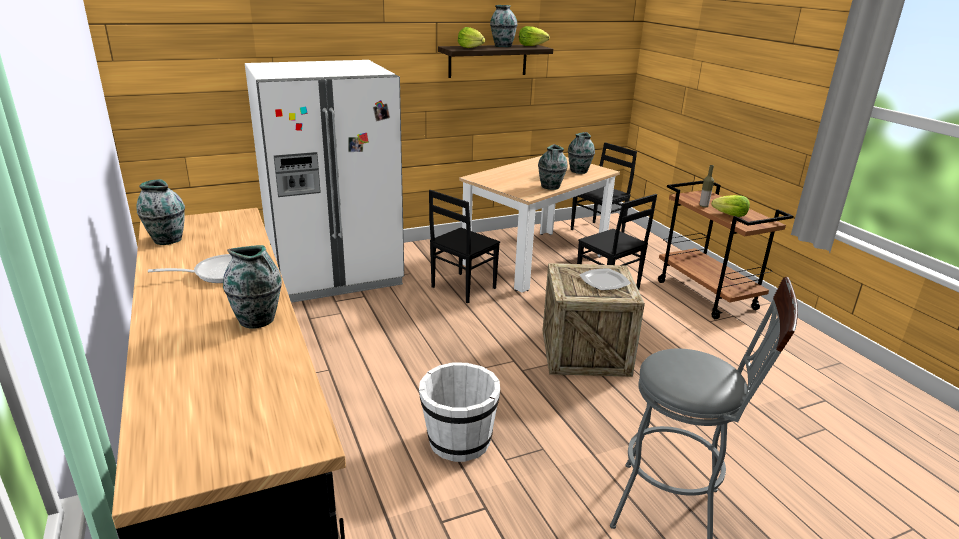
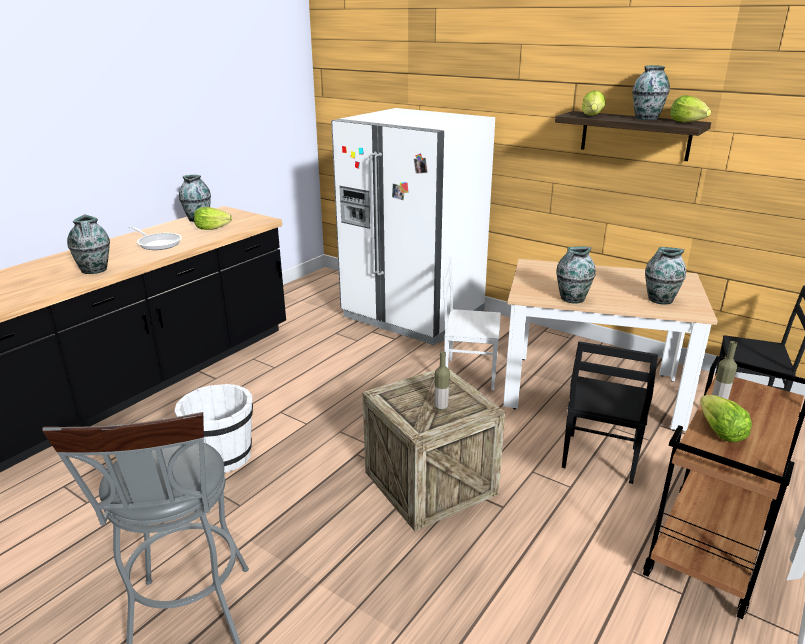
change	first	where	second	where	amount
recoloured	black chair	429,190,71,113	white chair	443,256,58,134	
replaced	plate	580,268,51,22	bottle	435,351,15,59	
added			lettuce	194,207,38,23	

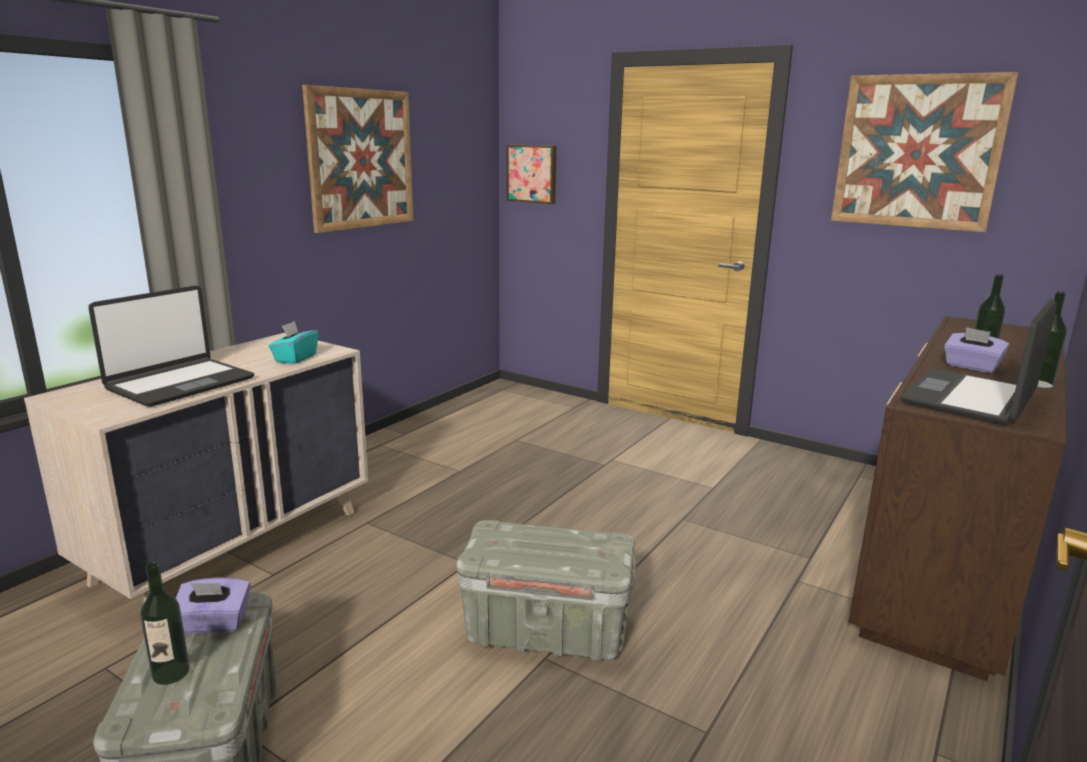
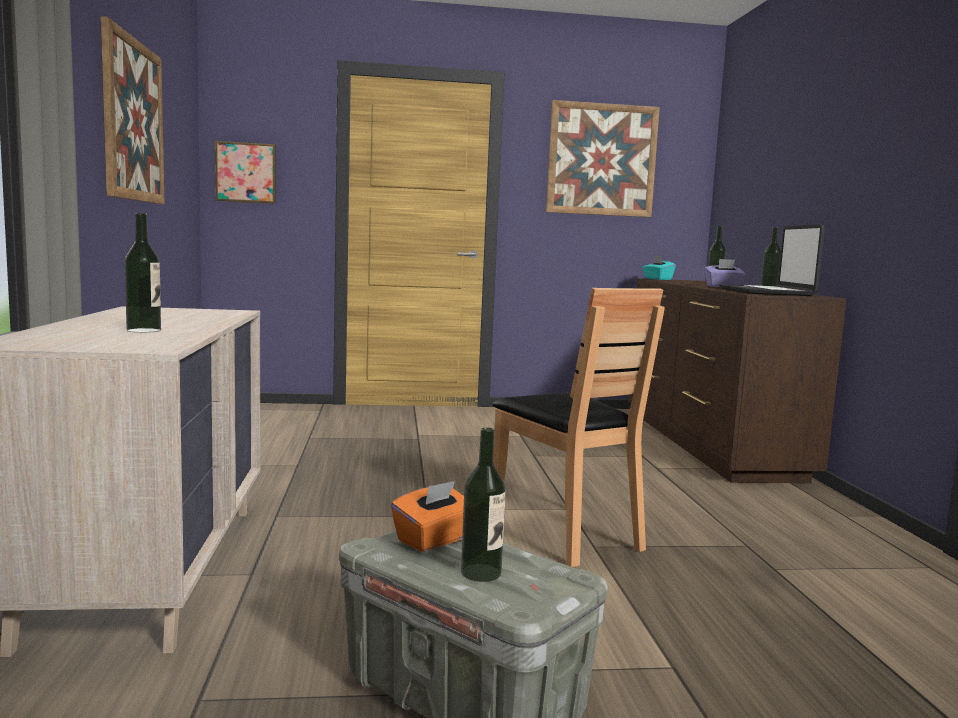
change	first	where	second	where	amount
replaced	laptop	88,285,166,122	bottle	125,213,36,120	
moved	turquoise tissue box	269,321,49,43		642,255,34,25	
replaced	grey storage box	456,520,180,142	brown chair	492,288,173,279	
recoloured	purple tissue box	176,578,74,56	orange tissue box	391,480,73,72	

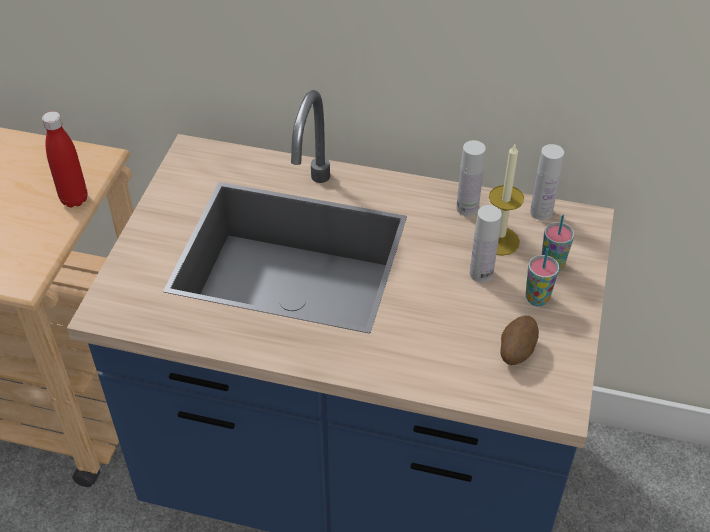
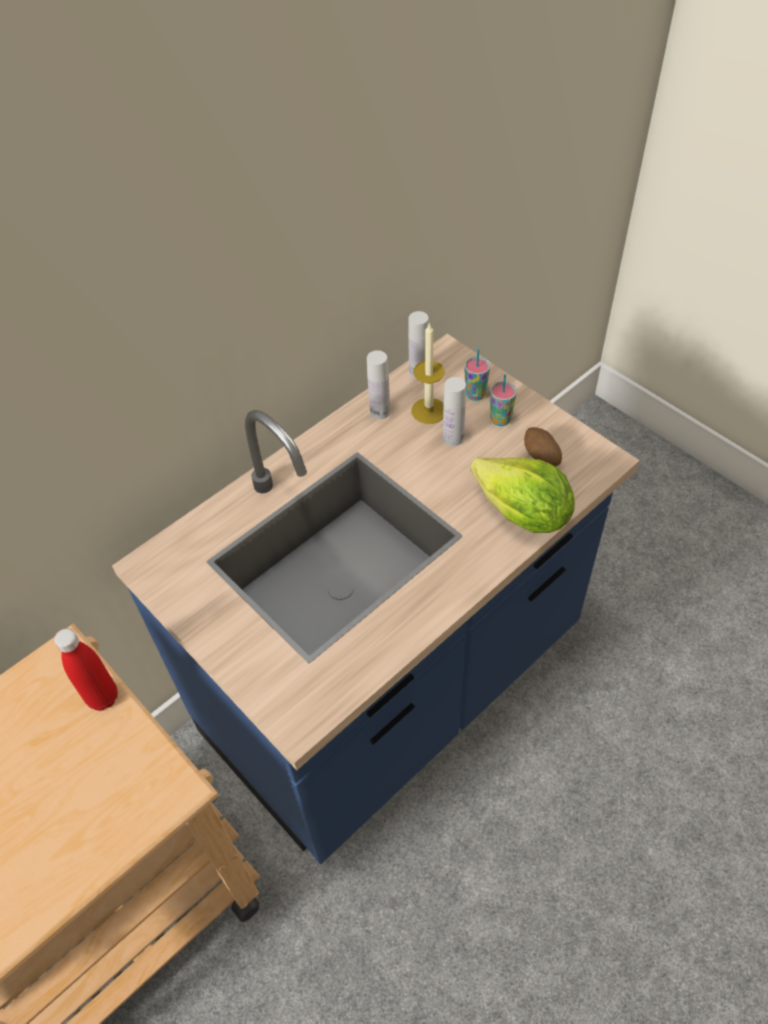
change	first	where	second	where	amount
added			lettuce	470,458,105,75	

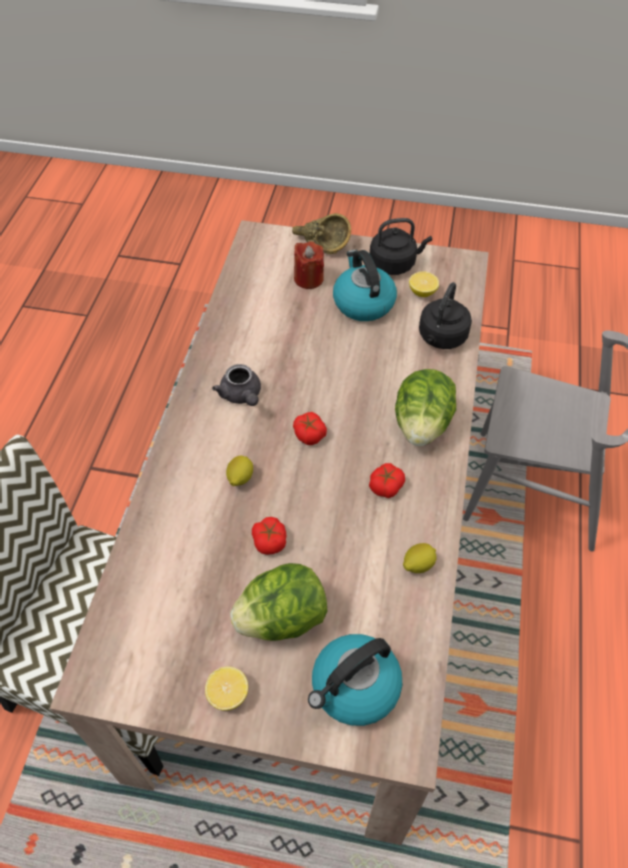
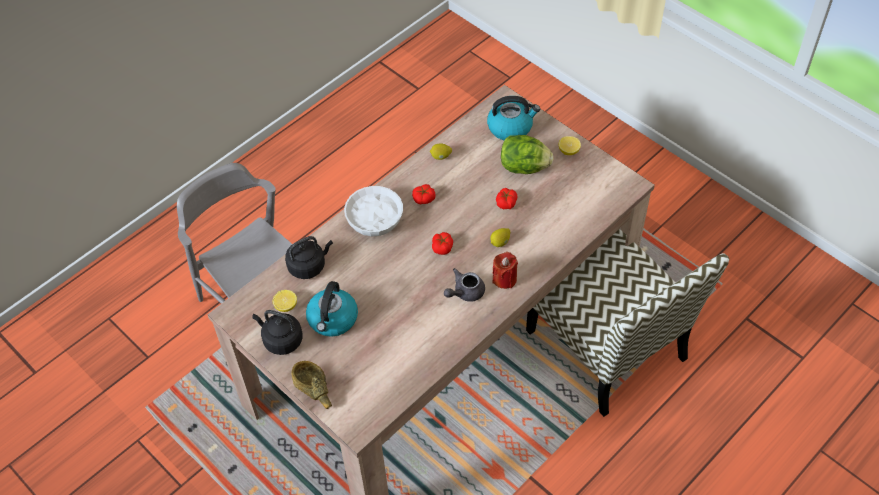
change	first	where	second	where	amount
moved	red candle	294,241,30,48		492,252,26,37	
turned	grey teapot	212,364,49,42		444,268,41,34	135 degrees counterclockwise
replaced	lettuce	395,369,61,77	white bowl	344,186,59,50	

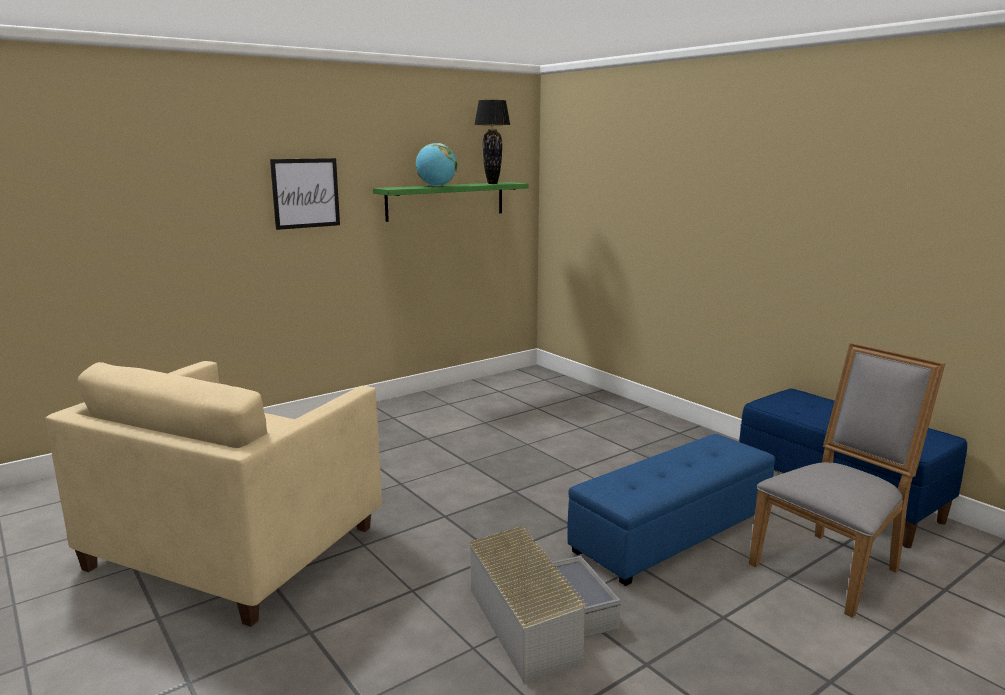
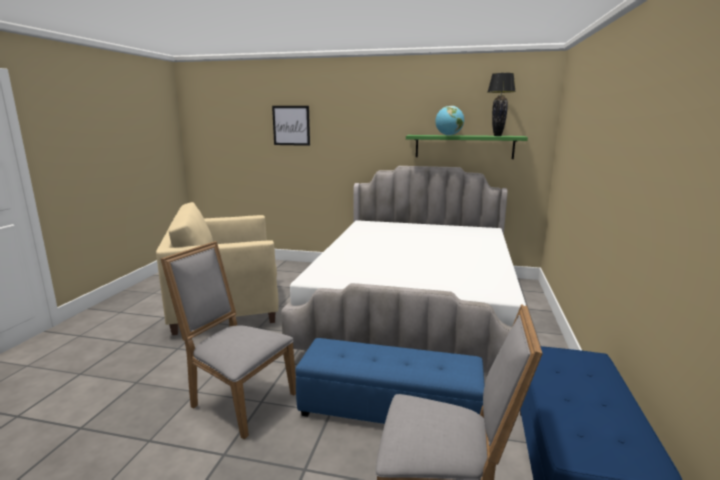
change	first	where	second	where	amount
moved	picture	270,158,70,72		272,106,38,40	
replaced	grey storage box	469,526,152,156	grey chair	161,241,135,198	
added			bed	281,166,245,207	

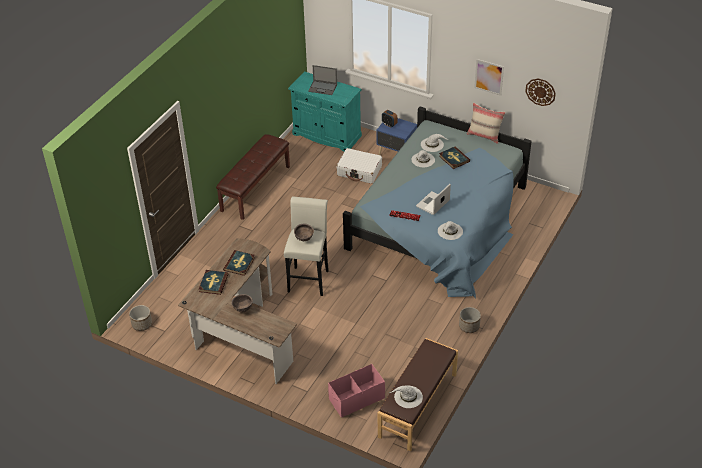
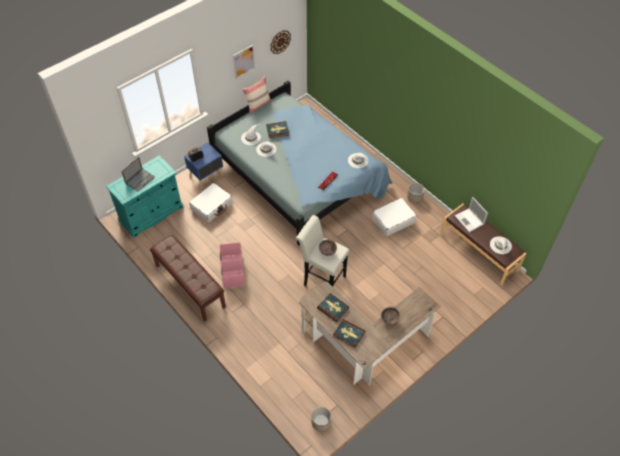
change	first	where	second	where	amount
moved	laptop	416,184,35,31		455,197,33,35	
moved	pink storage box	328,364,57,54		220,242,25,46	
added			white suitcase	372,198,44,38	

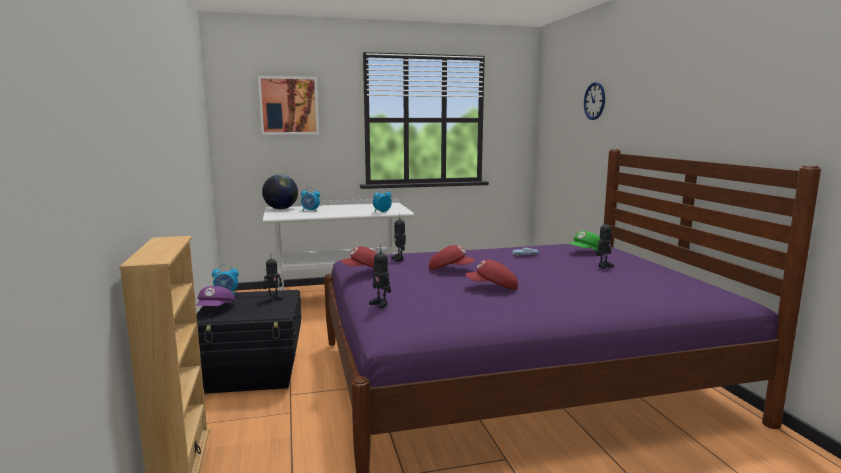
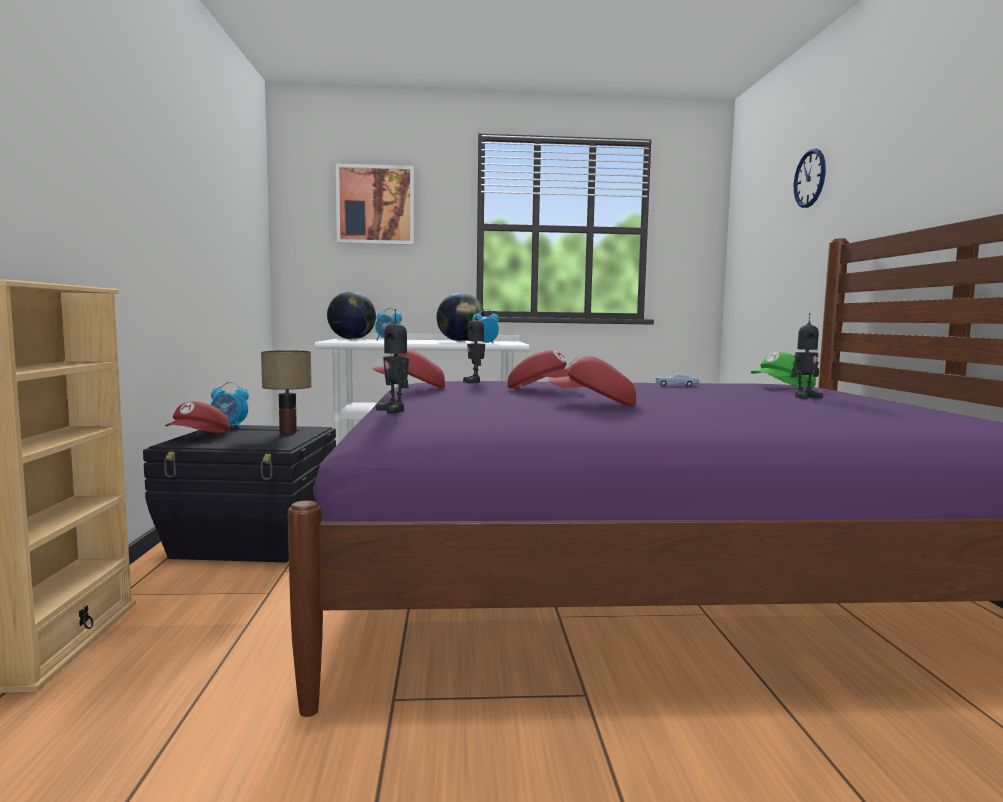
change	first	where	second	where	amount
replaced	toy robot	263,253,20,49	table lamp	261,350,51,84	
recoloured	purple cap	196,286,39,20	red cap	165,402,65,31	
added			globe	437,293,48,49	

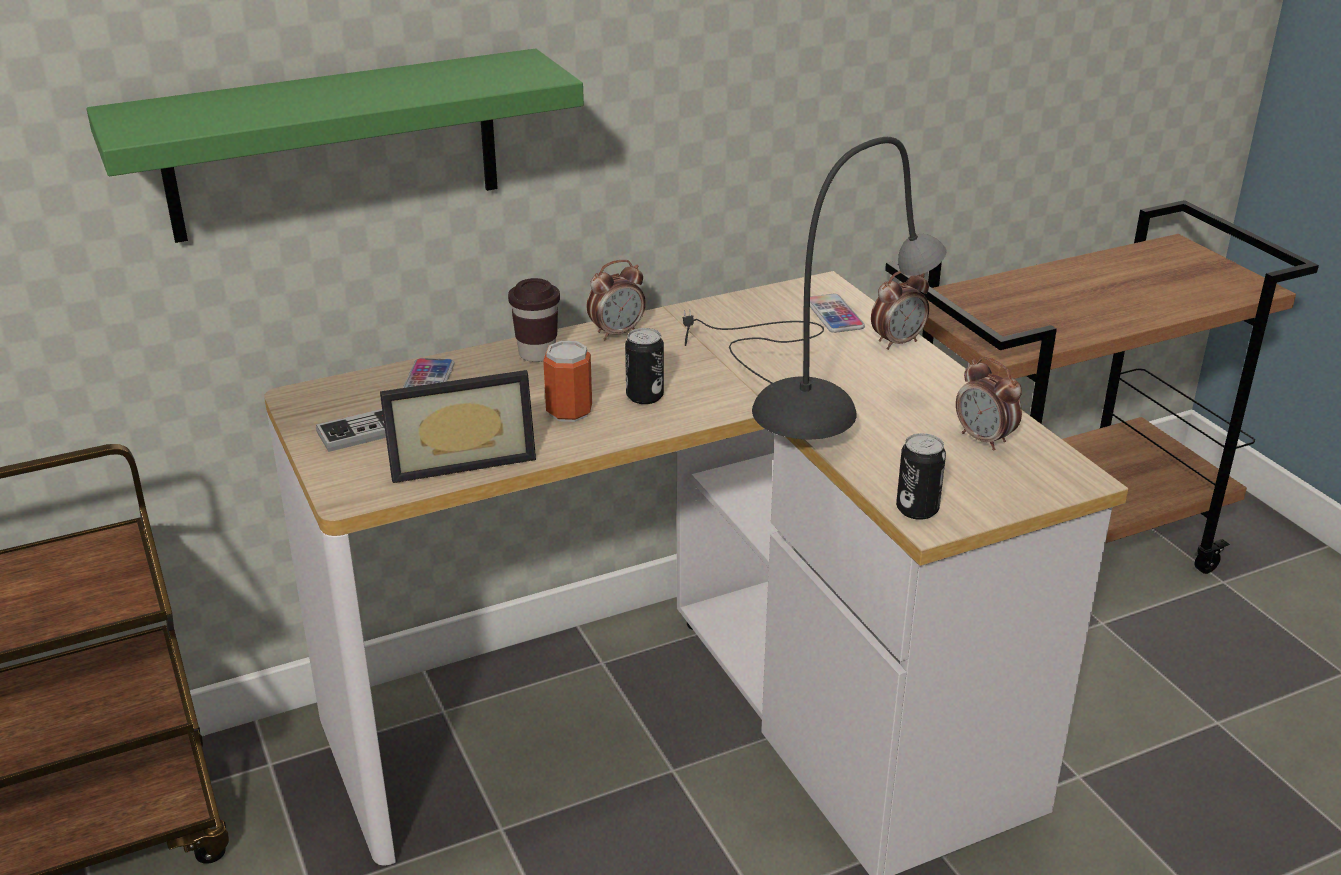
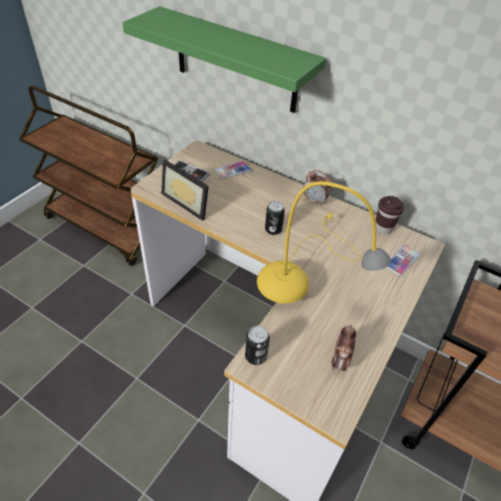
change	first	where	second	where	amount
recoloured	grey table lamp	682,137,265,302	yellow table lamp	257,181,134,123	
removed	alarm clock	871,271,58,79			
moved	brown cup	508,278,52,84		376,196,29,39	
removed	can	543,341,49,81			

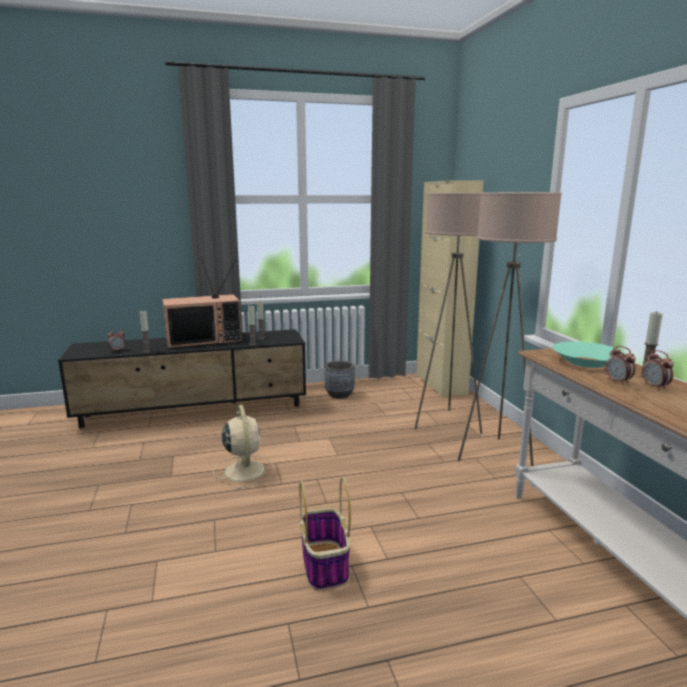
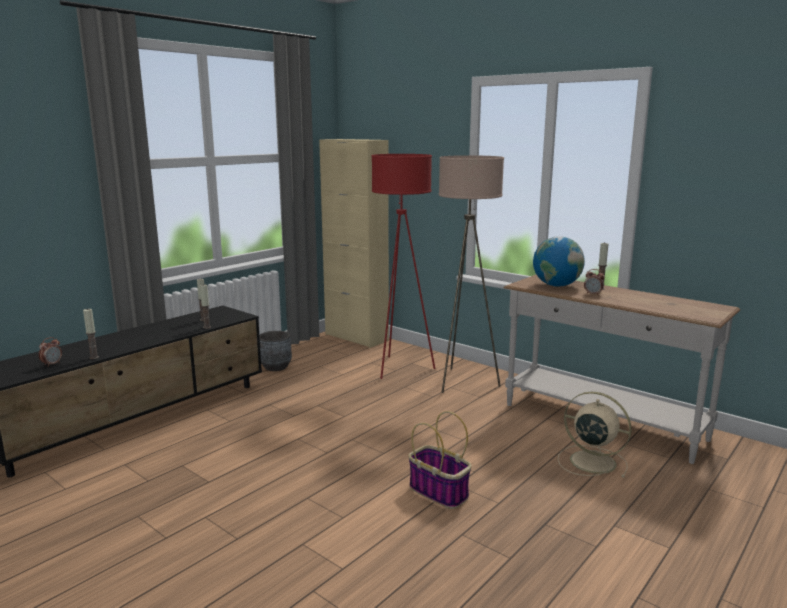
change	first	where	second	where	amount
recoloured	beige floor lamp	414,193,68,241	red floor lamp	372,154,63,225	
removed	television	162,256,80,93			
replaced	turquoise bowl	552,341,73,27	globe	533,236,52,51	
removed	alarm clock	642,350,32,41			
moved	beige fan	213,405,62,84		558,392,74,86	

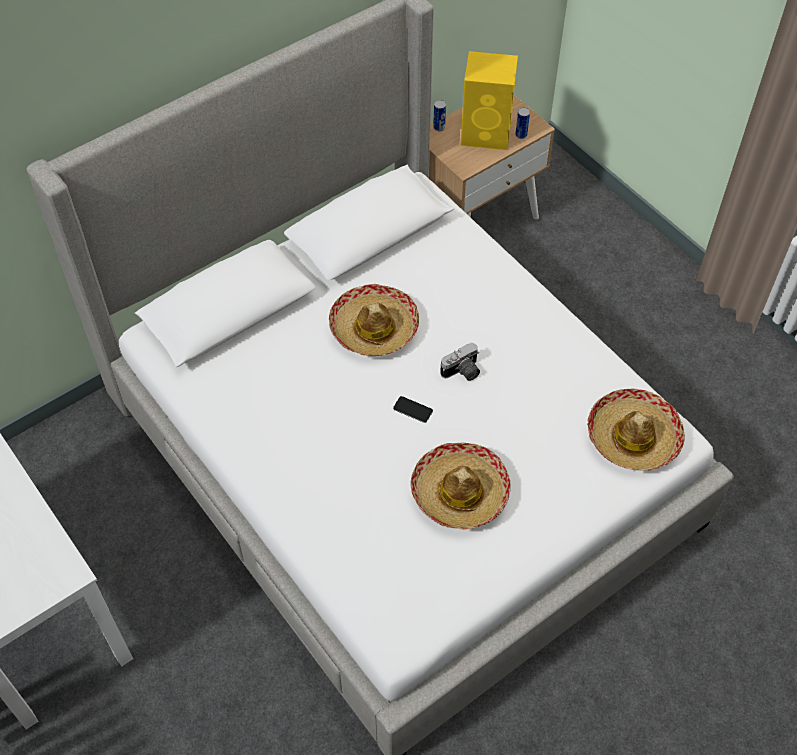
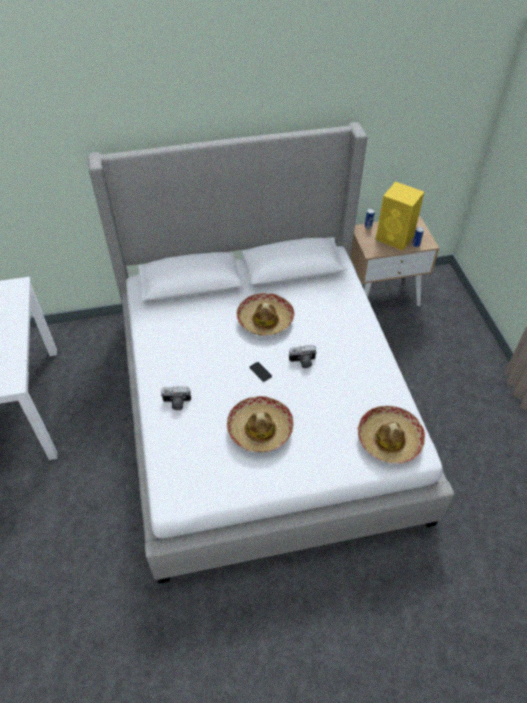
change	first	where	second	where	amount
added			photo camera	161,386,30,24	

